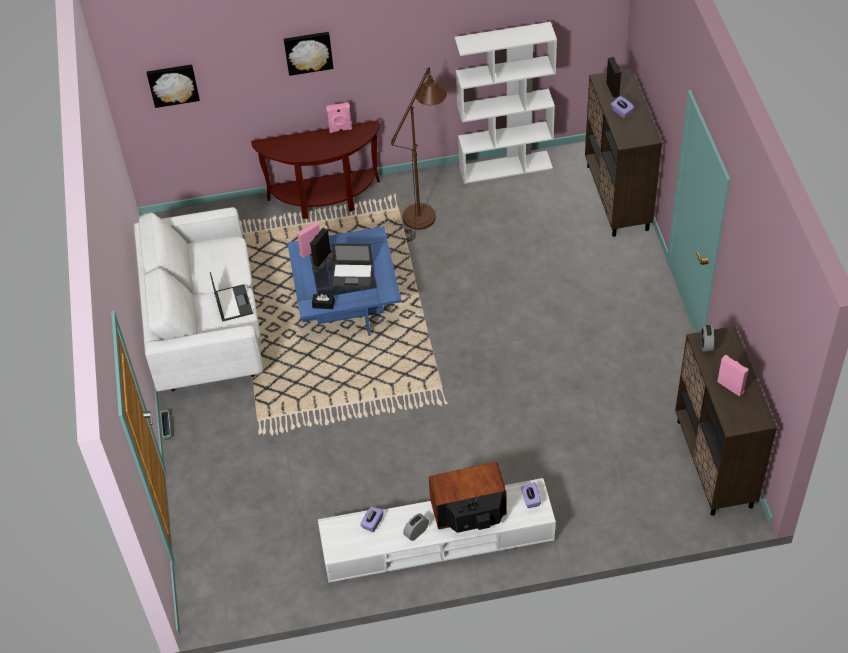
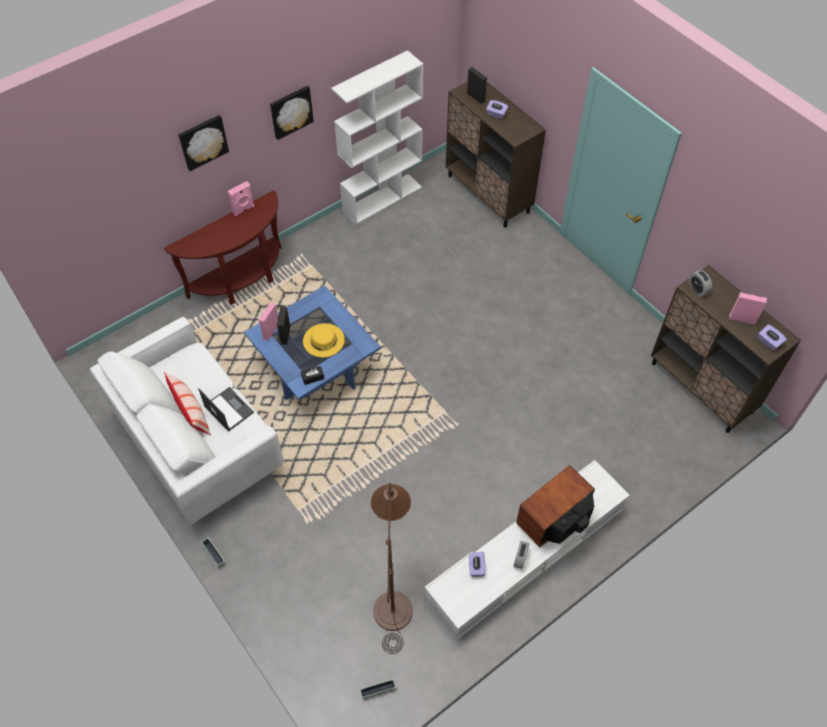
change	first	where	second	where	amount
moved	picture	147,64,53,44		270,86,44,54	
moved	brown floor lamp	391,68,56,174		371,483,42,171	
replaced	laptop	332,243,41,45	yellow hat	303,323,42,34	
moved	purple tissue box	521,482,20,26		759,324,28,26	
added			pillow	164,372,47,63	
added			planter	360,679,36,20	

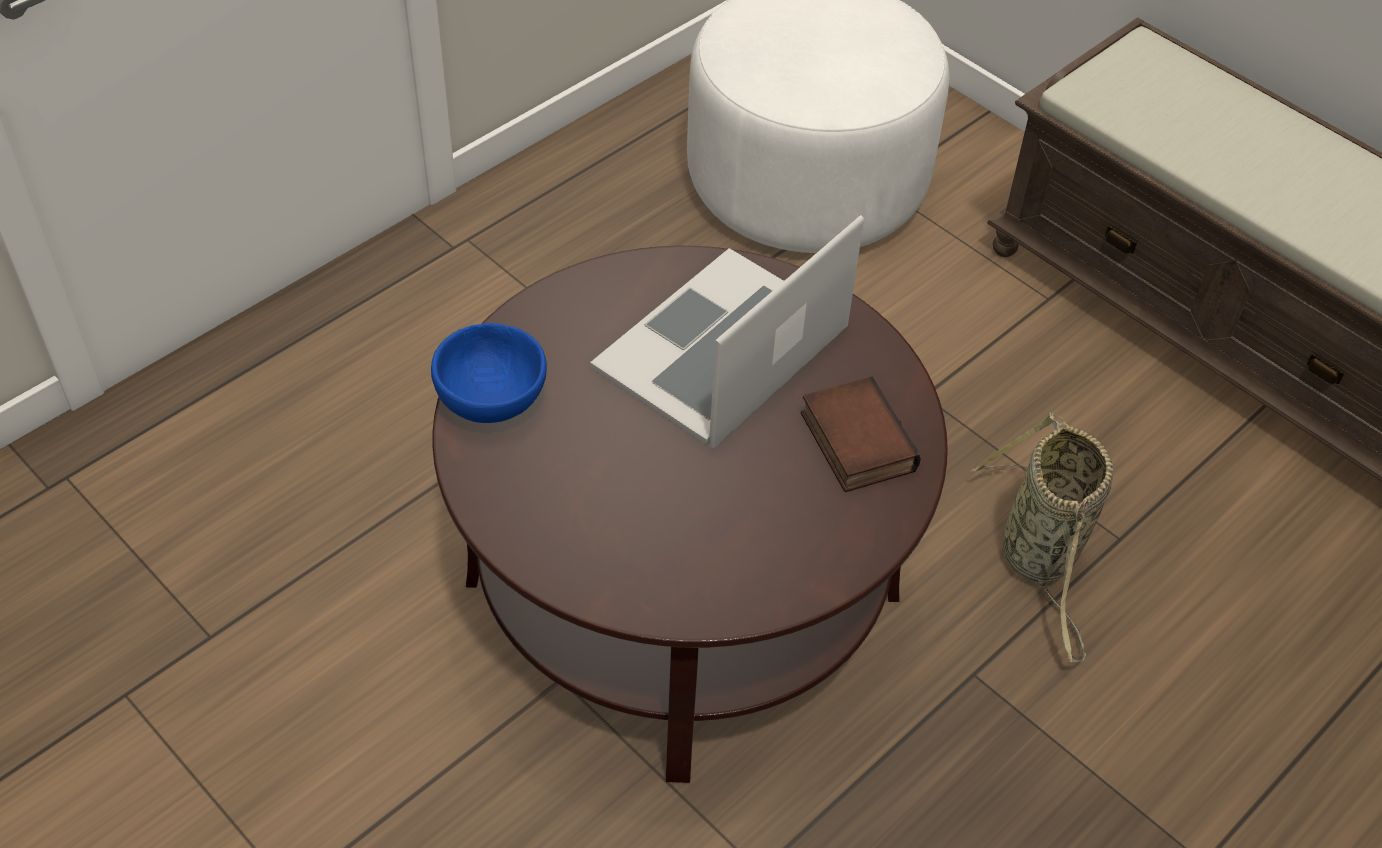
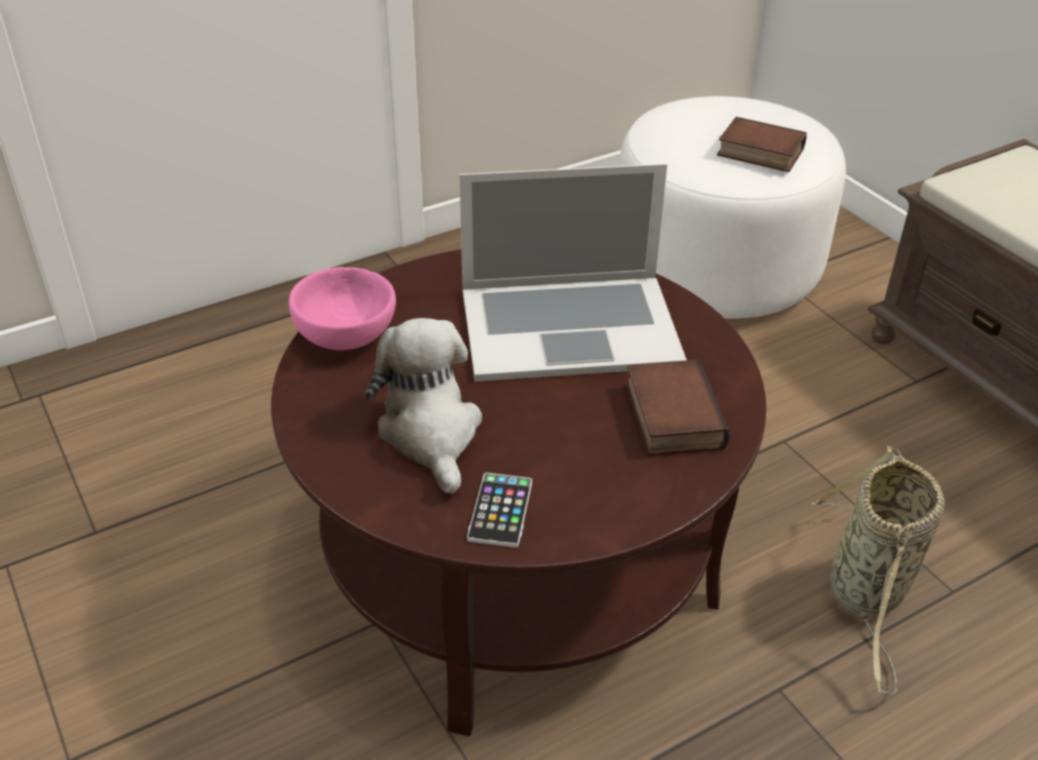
change	first	where	second	where	amount
turned	laptop	590,215,274,234		459,164,228,218	150 degrees counterclockwise
recoloured	blue bowl	431,323,116,100	pink bowl	289,267,107,83	
added			book	717,117,90,55	
added			plush toy	365,318,117,177	
added			phone	467,473,65,75	

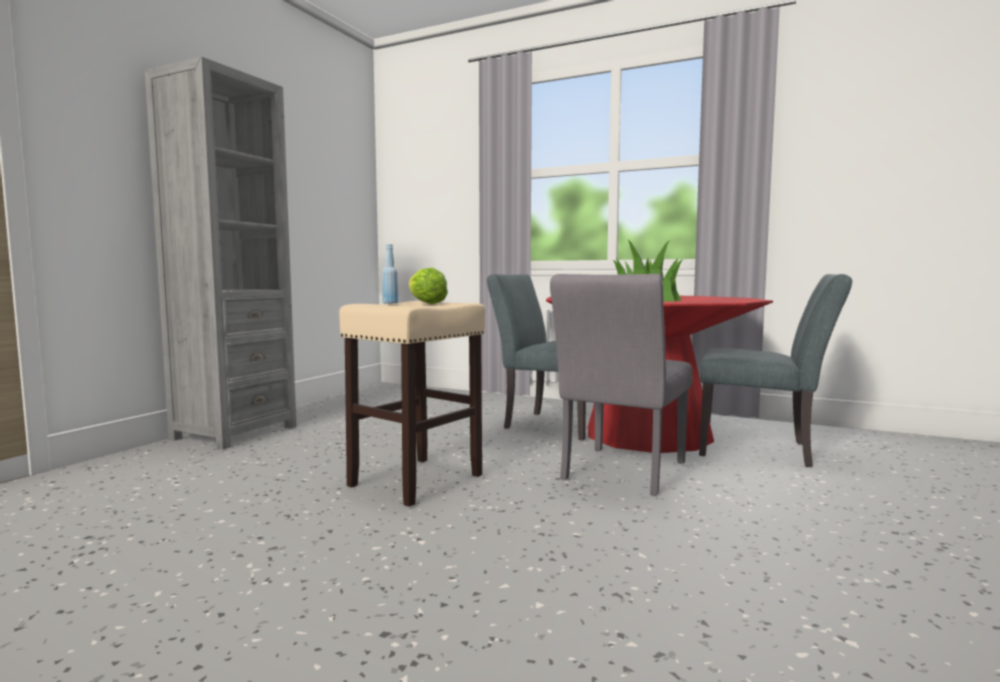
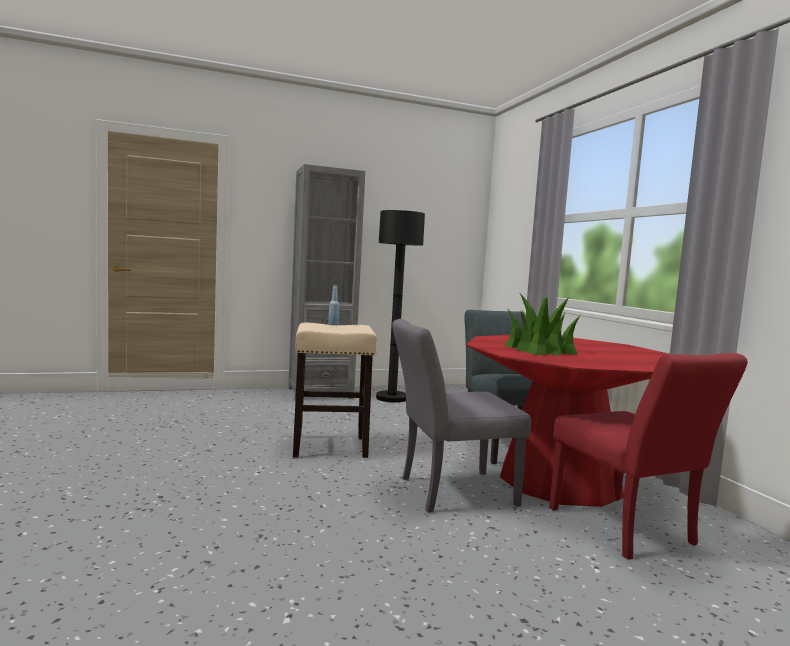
change	first	where	second	where	amount
removed	lettuce	409,268,39,36			
recoloured	grey chair	699,274,153,193	red chair	549,353,199,207	
added			black floor lamp	376,210,49,193	

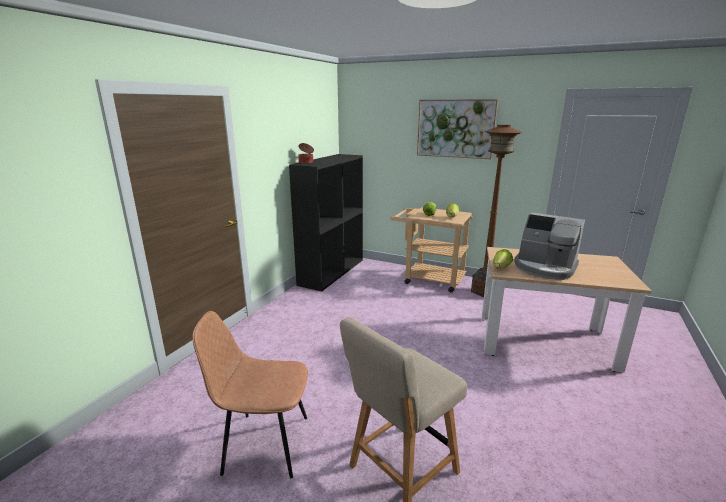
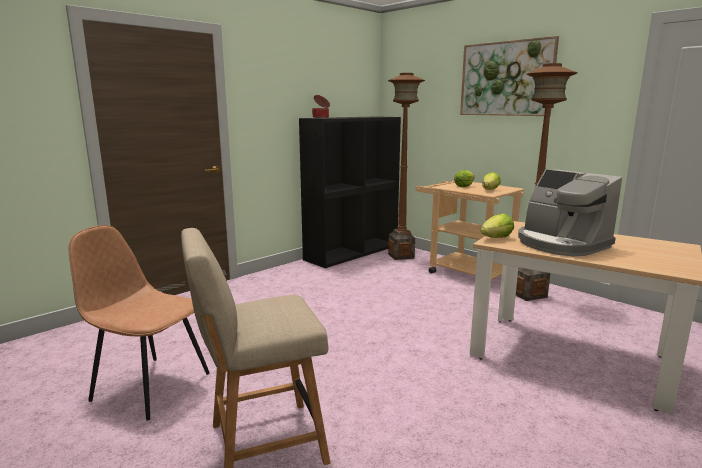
change	first	where	second	where	amount
added			brown floor lamp	388,73,37,187	

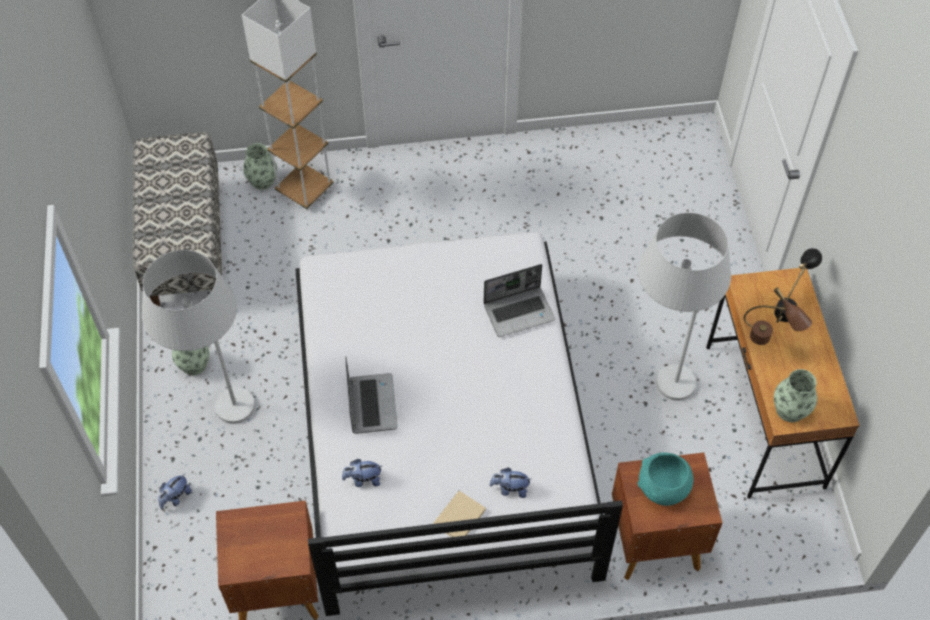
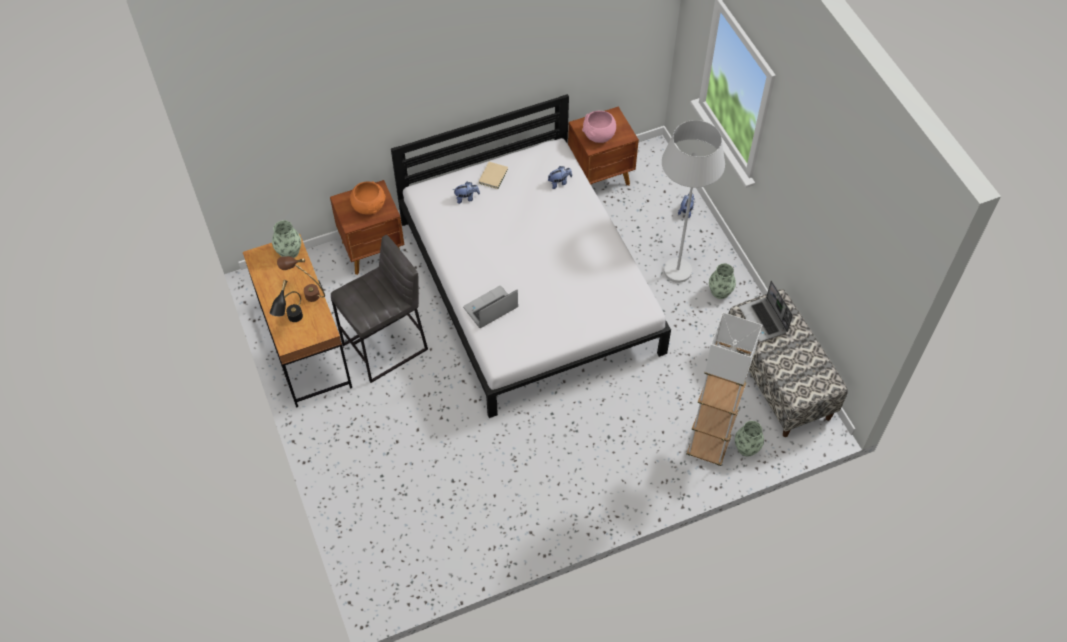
change	first	where	second	where	amount
replaced	white floor lamp	638,213,93,188	grey stool	331,235,97,148	
moved	laptop	345,357,53,77		739,280,54,62	
recoloured	turquoise bowl	637,452,56,54	orange bowl	350,181,36,34	
added			pink bowl	582,111,34,32	

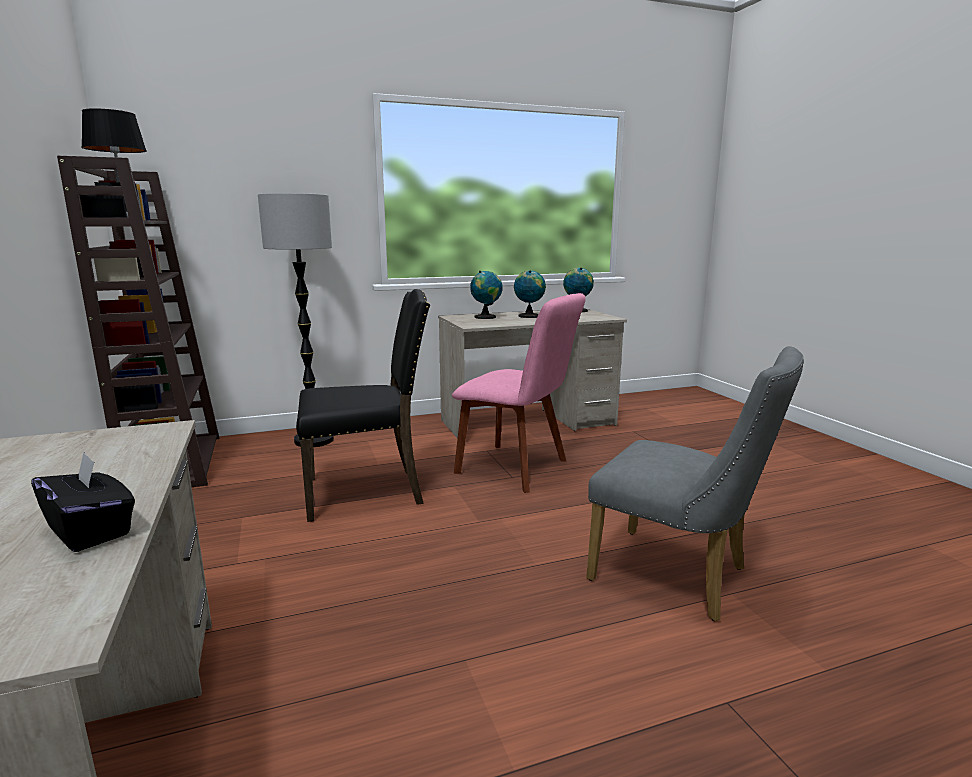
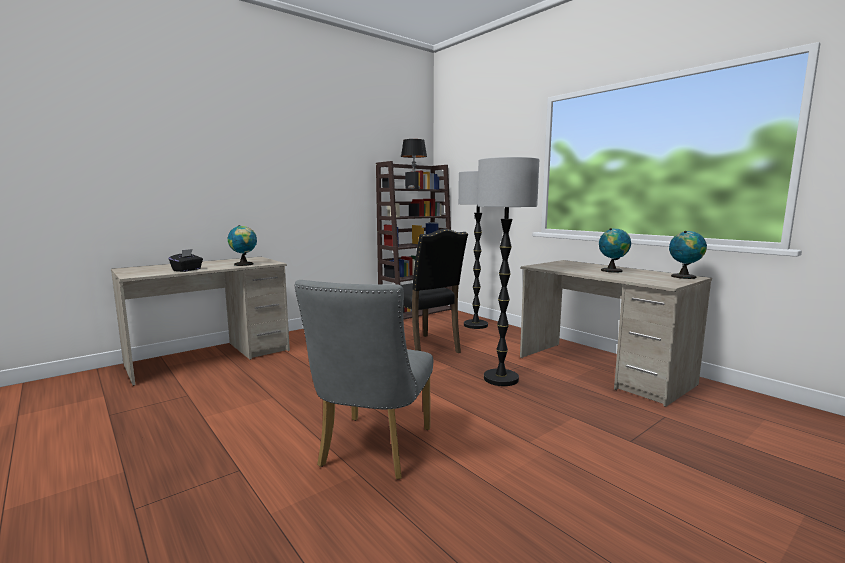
change	first	where	second	where	amount
moved	globe	470,271,33,48		228,225,29,41	
replaced	pink chair	452,293,134,200	floor lamp	477,157,62,229	

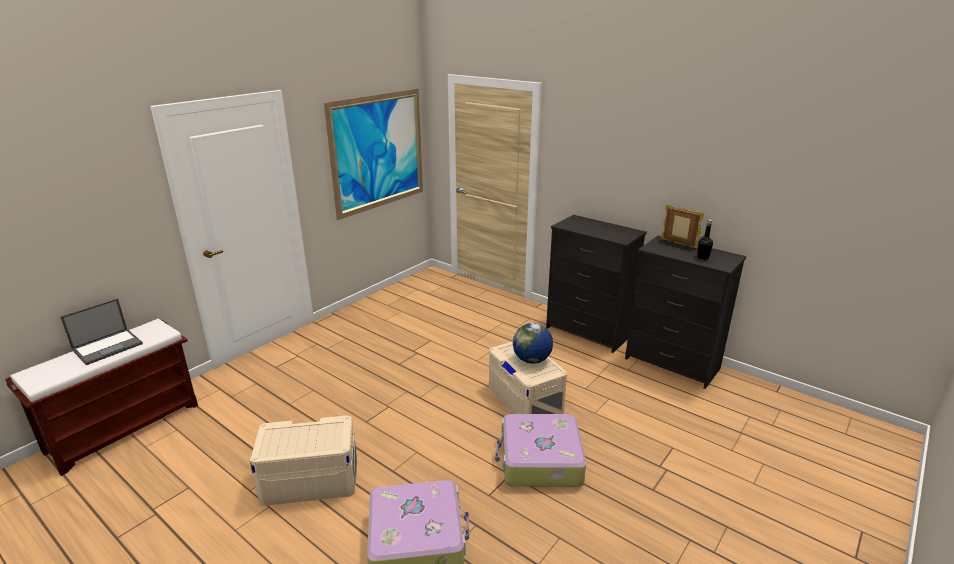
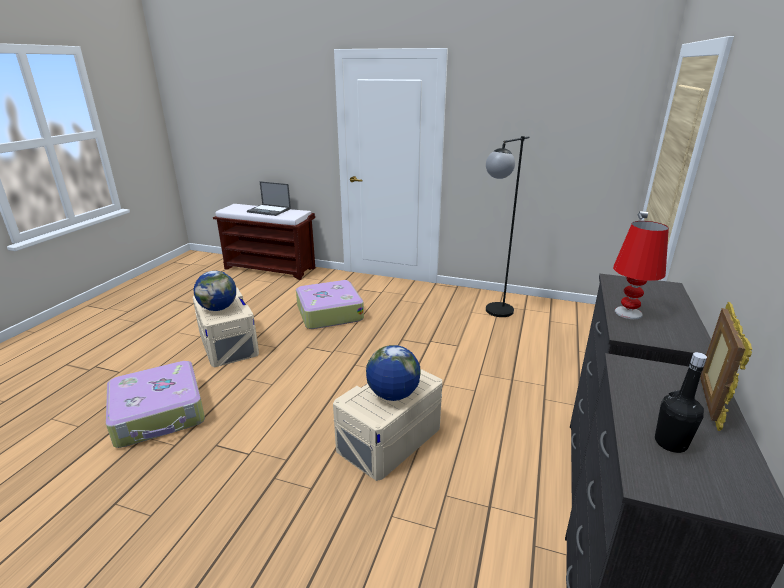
change	first	where	second	where	amount
removed	picture	324,88,99,132			
moved	suitcase	495,414,91,73		296,280,68,49	
added			black floor lamp	486,136,44,181	
added			red table lamp	613,221,56,98	
added			globe	193,271,43,40	

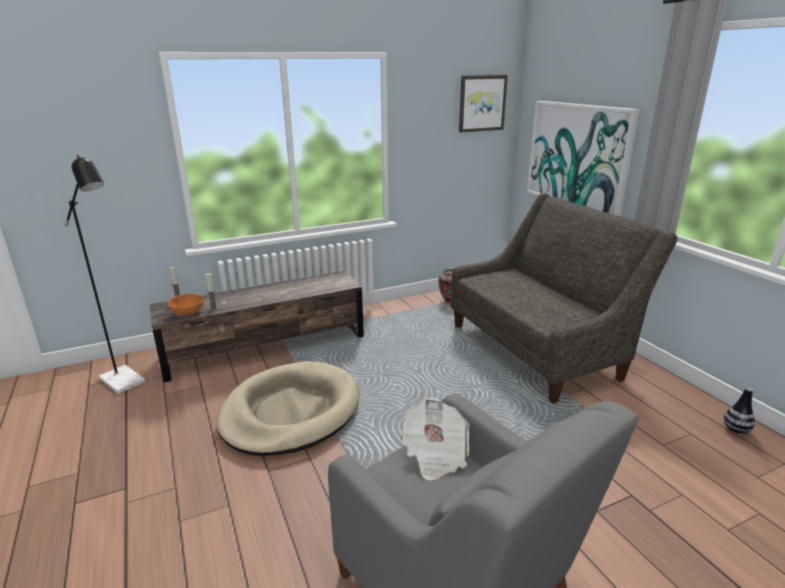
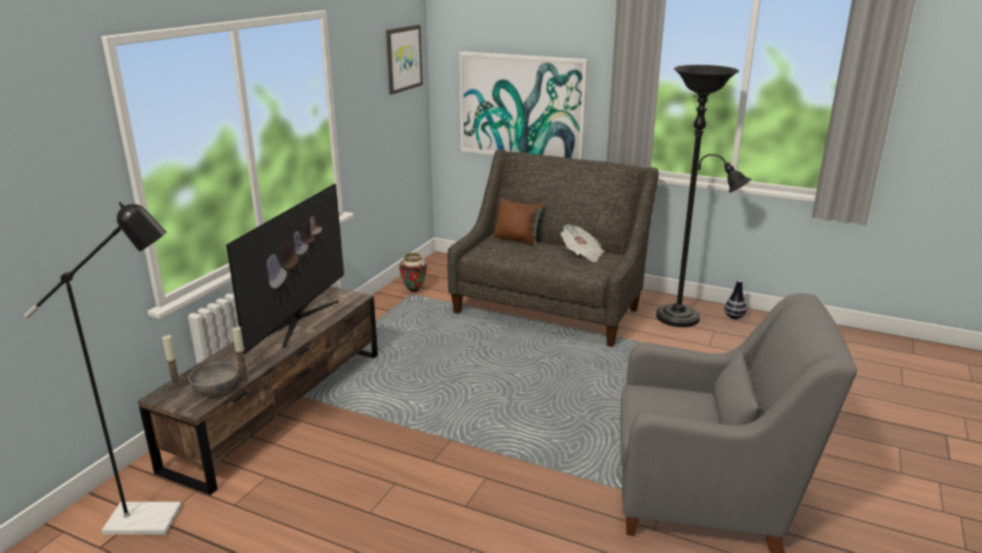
change	first	where	second	where	amount
recoloured	orange bowl	168,294,36,22	grey bowl	188,362,50,33	
removed	beige dog bed	216,361,143,95			
moved	newspaper	401,398,68,83		561,224,43,38	
added			black floor lamp	656,65,95,262	
added			television	226,184,118,170	
added			brown pillow	494,198,50,48	

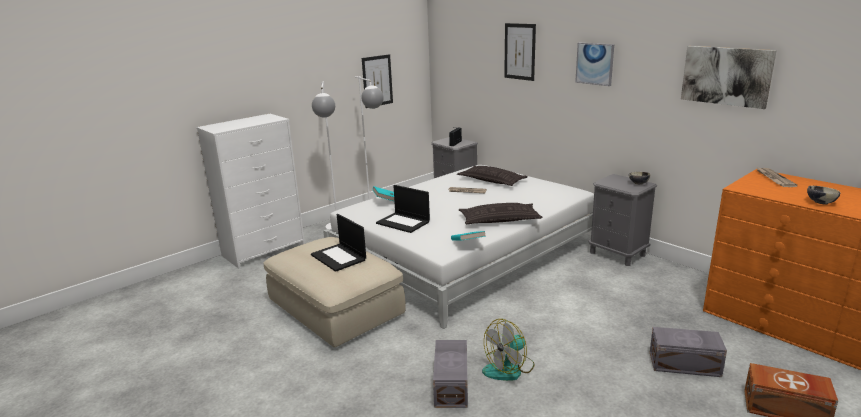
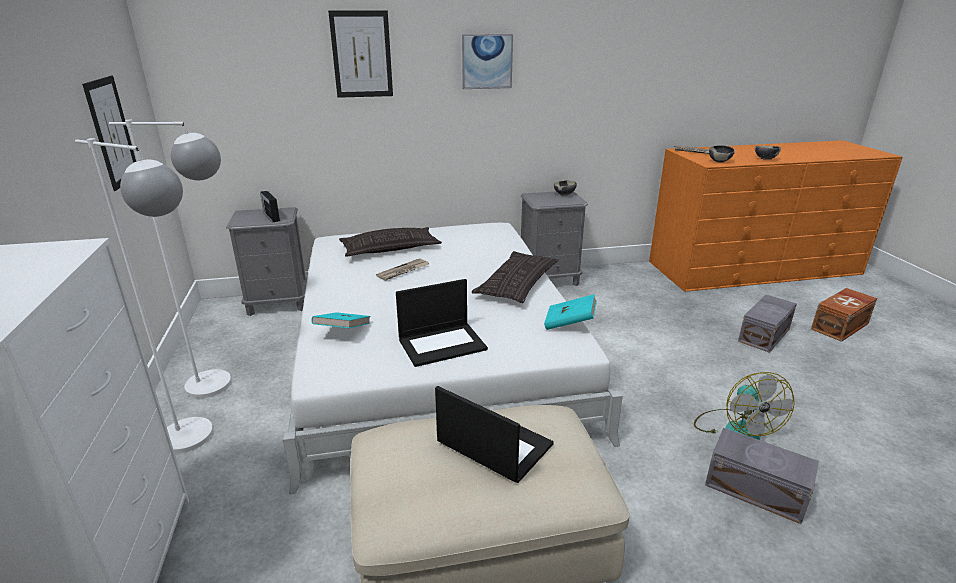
change	first	where	second	where	amount
removed	picture	681,46,96,63			
turned	laptop	311,214,55,58		435,386,119,97	135 degrees counterclockwise
added			bowl	709,145,26,18	

